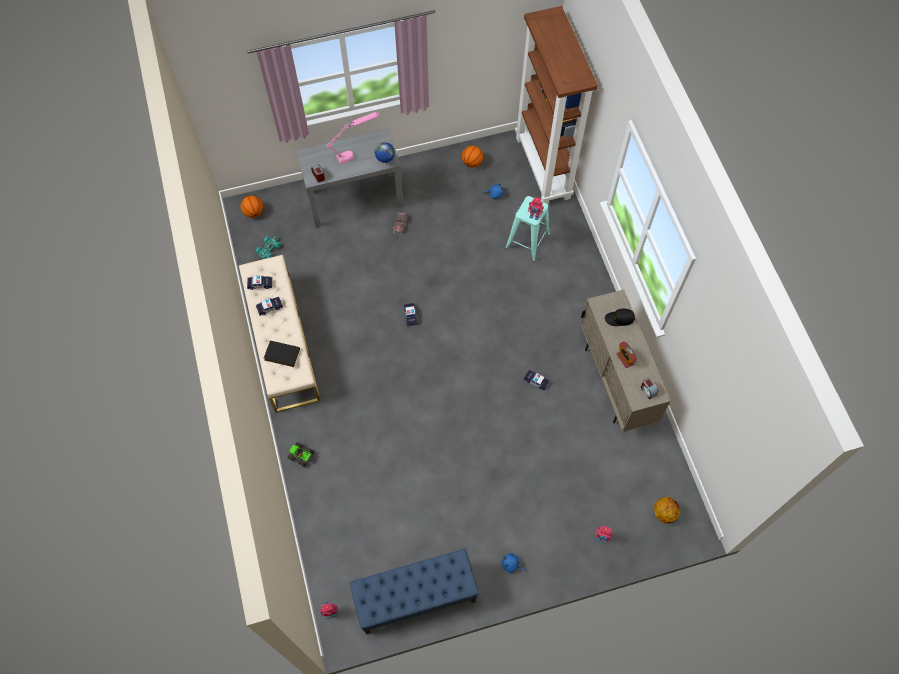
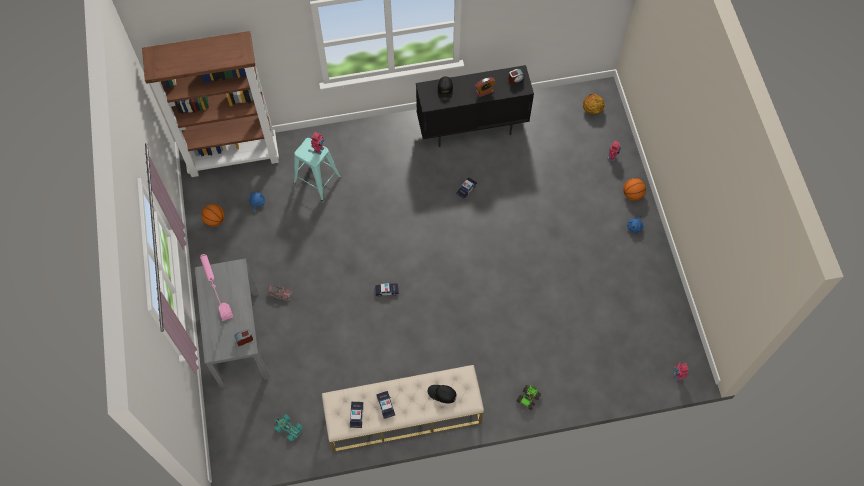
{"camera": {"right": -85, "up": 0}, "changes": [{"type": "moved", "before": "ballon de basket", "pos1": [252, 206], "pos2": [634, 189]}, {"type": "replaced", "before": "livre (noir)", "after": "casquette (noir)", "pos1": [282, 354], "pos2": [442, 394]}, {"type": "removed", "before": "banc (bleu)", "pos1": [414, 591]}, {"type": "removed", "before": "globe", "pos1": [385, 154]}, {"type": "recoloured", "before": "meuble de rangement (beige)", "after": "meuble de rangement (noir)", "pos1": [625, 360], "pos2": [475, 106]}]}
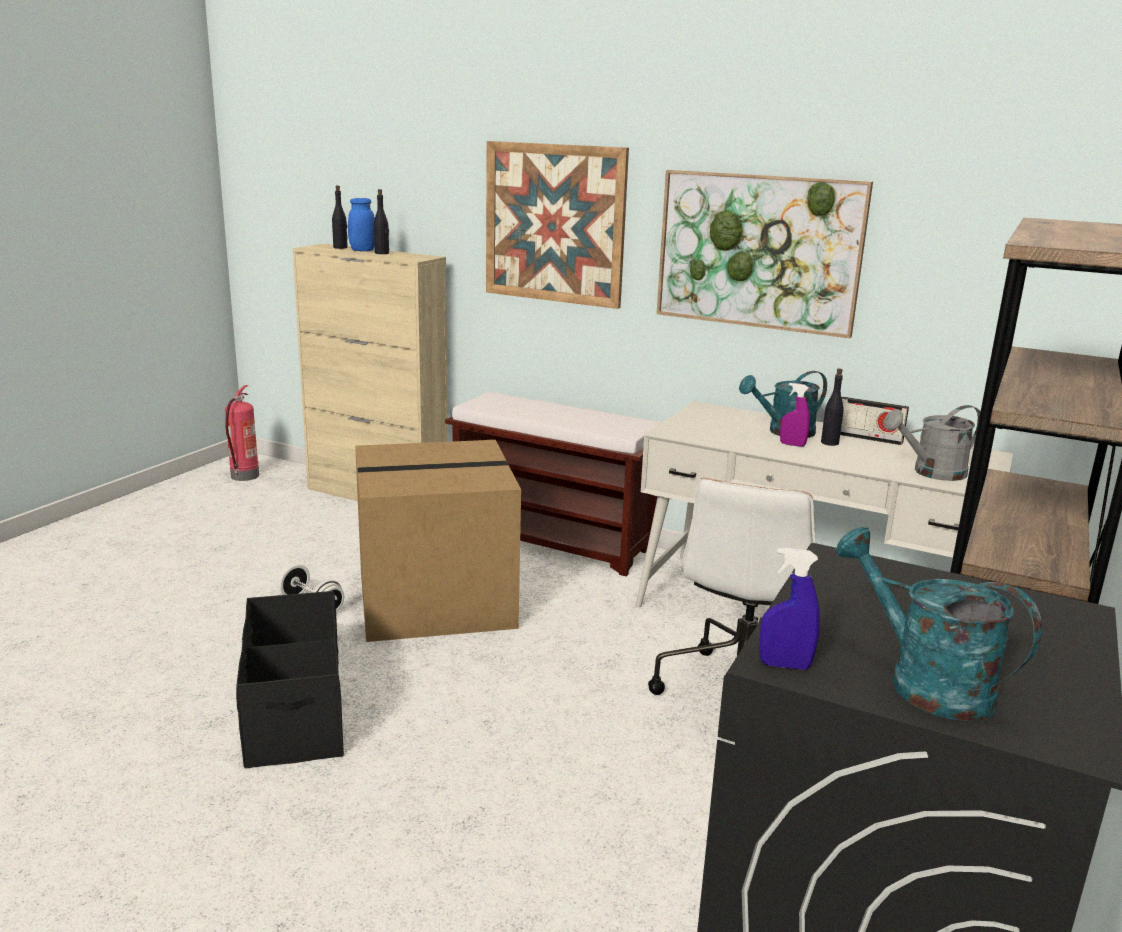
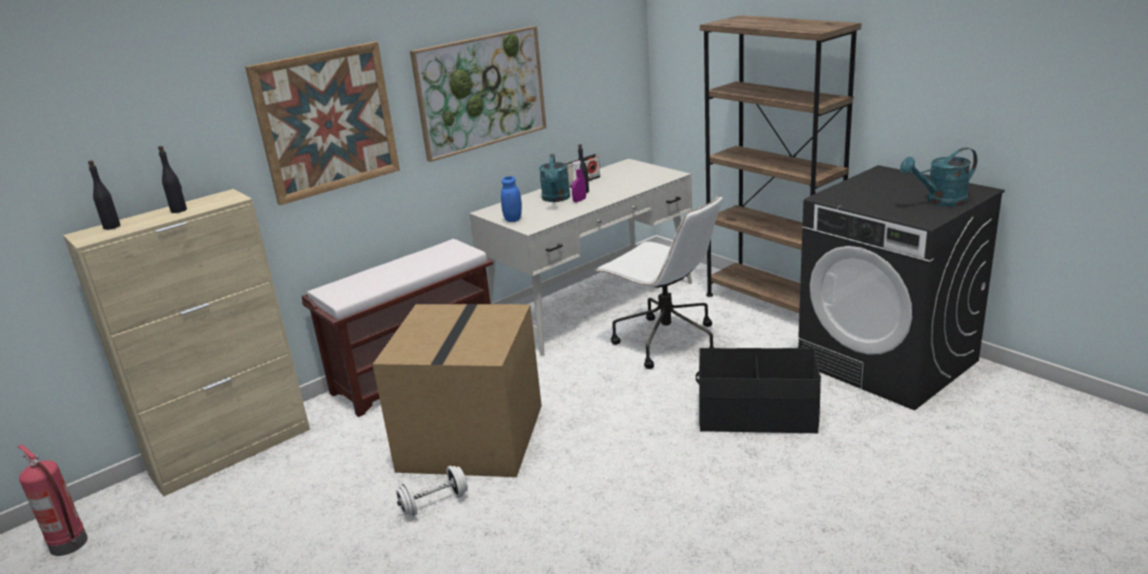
{"camera": {"right": -65, "up": 5}, "changes": [{"type": "moved", "before": "boîte de rangement (noir)", "pos1": [290, 679], "pos2": [758, 391]}, {"type": "moved", "before": "bocal (bleu)", "pos1": [361, 224], "pos2": [511, 199]}, {"type": "removed", "before": "vaporisateur (bleu)", "pos1": [789, 609]}, {"type": "removed", "before": "arrosoir (gris)", "pos1": [932, 443]}]}
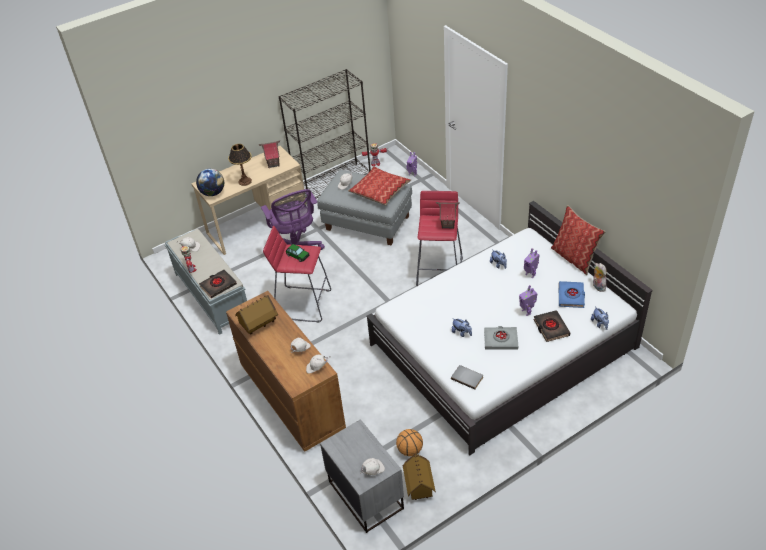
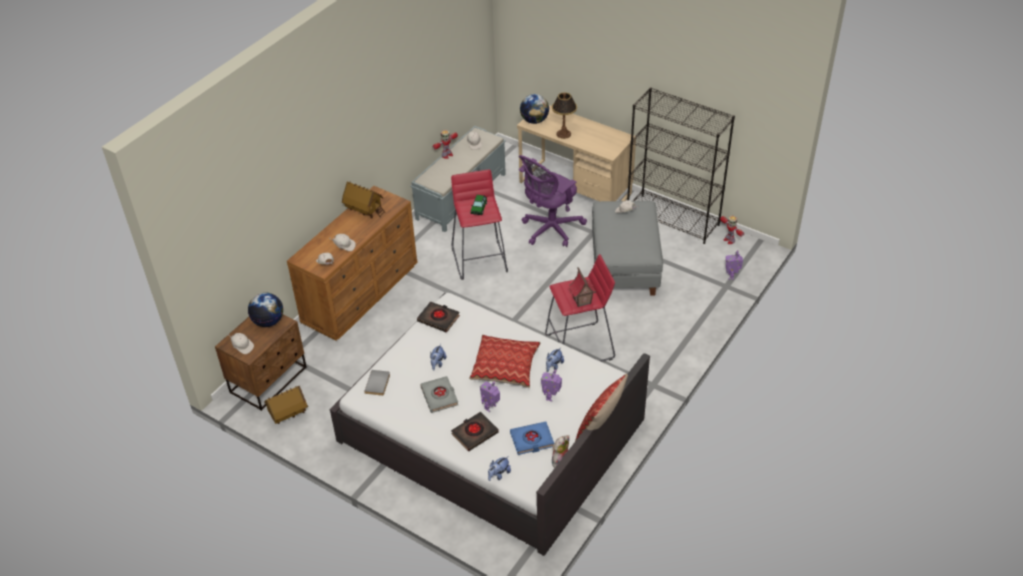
{"camera": {"right": 65, "up": 0}, "changes": [{"type": "moved", "before": "livre (noir)", "pos1": [218, 284], "pos2": [438, 317]}, {"type": "removed", "before": "maison miniature", "pos1": [269, 154]}, {"type": "recoloured", "before": "table de chevet (gris)", "after": "table de chevet (marron)", "pos1": [362, 476], "pos2": [260, 362]}, {"type": "moved", "before": "coussin", "pos1": [379, 186], "pos2": [504, 361]}, {"type": "removed", "before": "ballon de basket", "pos1": [409, 442]}, {"type": "added", "after": "globe", "pos2": [265, 310]}]}
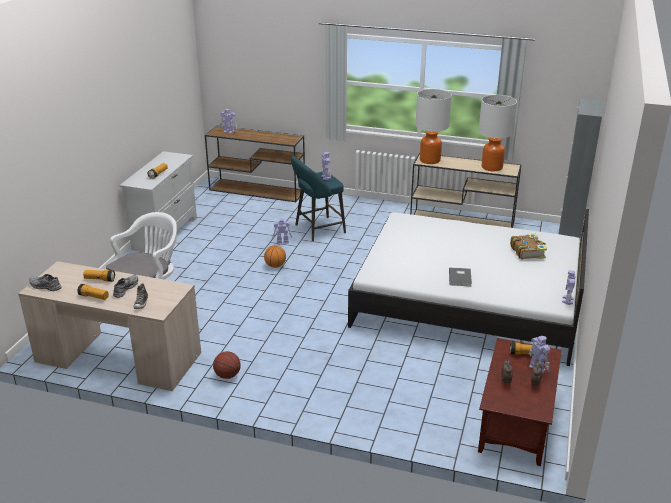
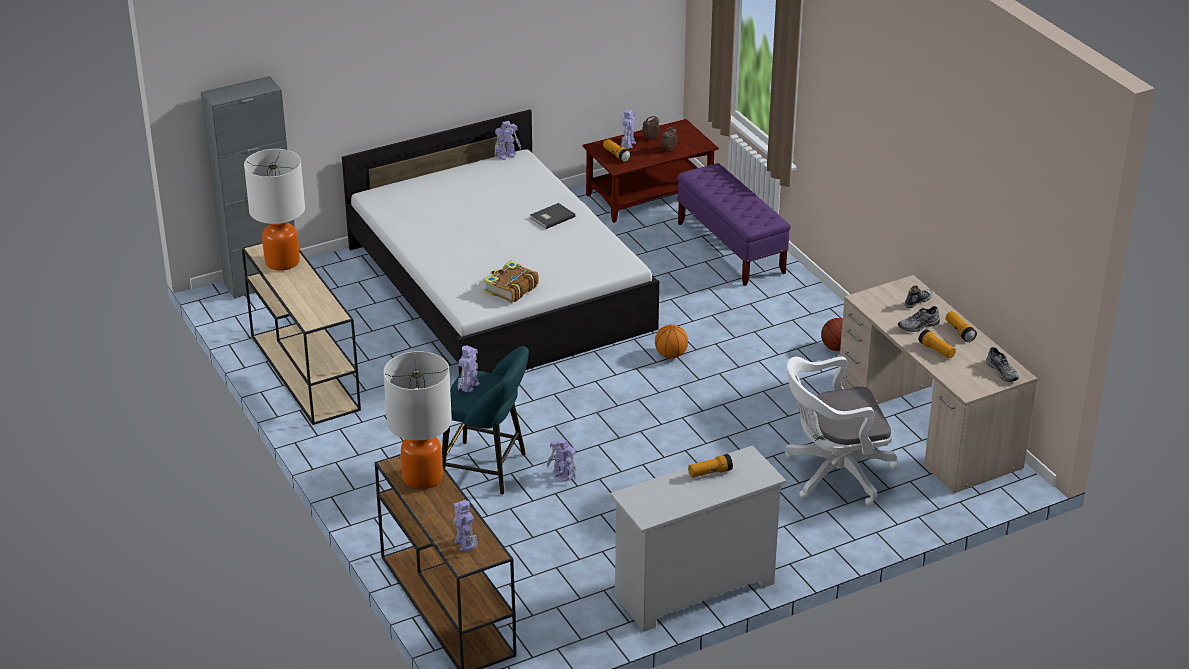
{"camera": {"right": -135, "up": 5}, "changes": [{"type": "moved", "before": "ballon de basket", "pos1": [275, 256], "pos2": [671, 341]}, {"type": "moved", "before": "lampe de table", "pos1": [433, 126], "pos2": [417, 420]}, {"type": "moved", "before": "livre", "pos1": [528, 246], "pos2": [511, 281]}, {"type": "added", "after": "banc (violet)", "pos2": [734, 224]}]}
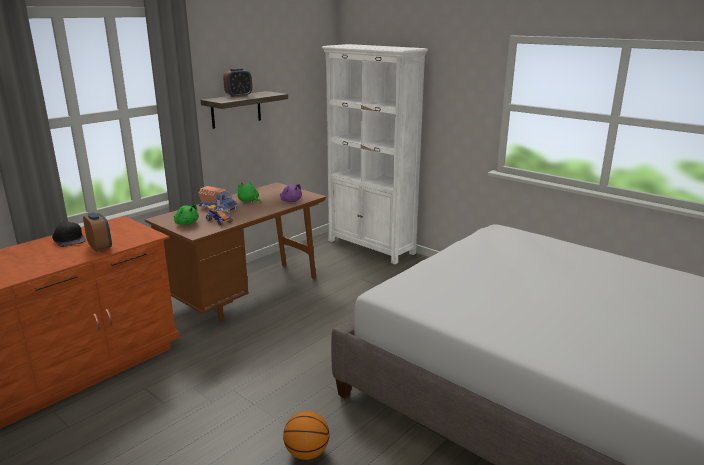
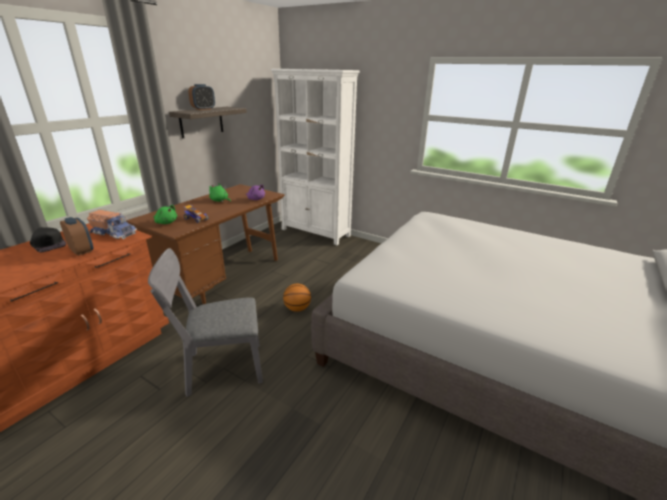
{"camera": {"right": -10, "up": 5}, "changes": [{"type": "moved", "before": "camion jouet", "pos1": [218, 199], "pos2": [112, 224]}, {"type": "moved", "before": "ballon de basket", "pos1": [306, 435], "pos2": [297, 298]}, {"type": "added", "after": "chaise (gris)", "pos2": [205, 322]}]}
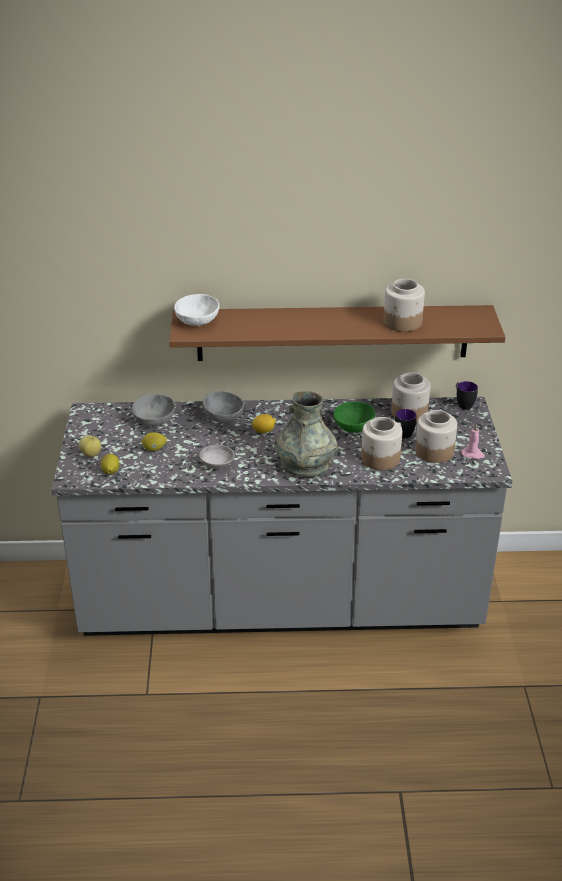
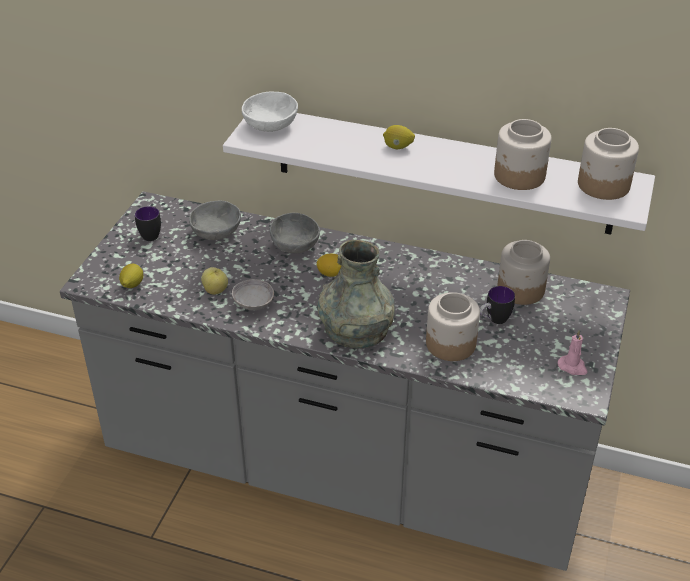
{"camera": {"right": 20, "up": 5}, "changes": [{"type": "moved", "before": "pomme", "pos1": [90, 446], "pos2": [214, 281]}, {"type": "moved", "before": "citron", "pos1": [154, 441], "pos2": [399, 137]}, {"type": "recoloured", "before": "étagère (marron)", "after": "étagère (blanc)", "pos1": [337, 333], "pos2": [439, 174]}, {"type": "removed", "before": "bol (vert)", "pos1": [354, 417]}, {"type": "moved", "before": "bocal", "pos1": [436, 436], "pos2": [608, 164]}, {"type": "moved", "before": "mug", "pos1": [467, 395], "pos2": [148, 223]}]}
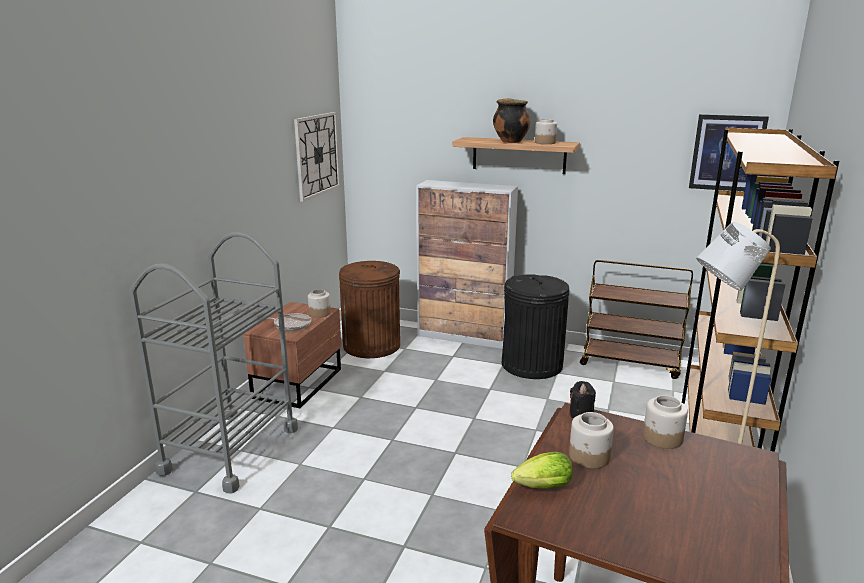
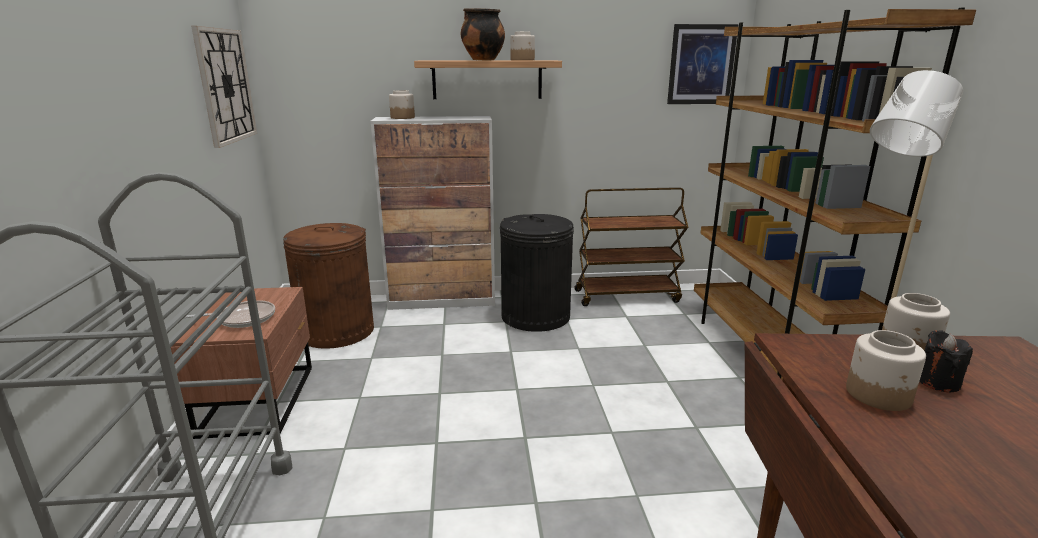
{"camera": {"right": -25, "up": 0}, "changes": [{"type": "moved", "before": "bocal", "pos1": [319, 303], "pos2": [402, 104]}, {"type": "removed", "before": "laitue", "pos1": [542, 470]}, {"type": "moved", "before": "bougie (noir)", "pos1": [582, 400], "pos2": [946, 361]}]}
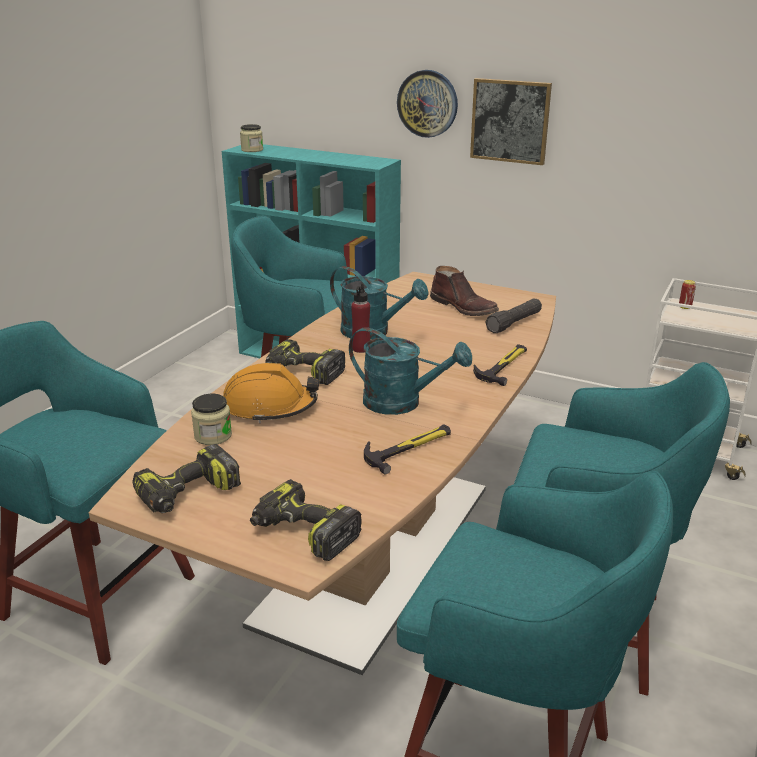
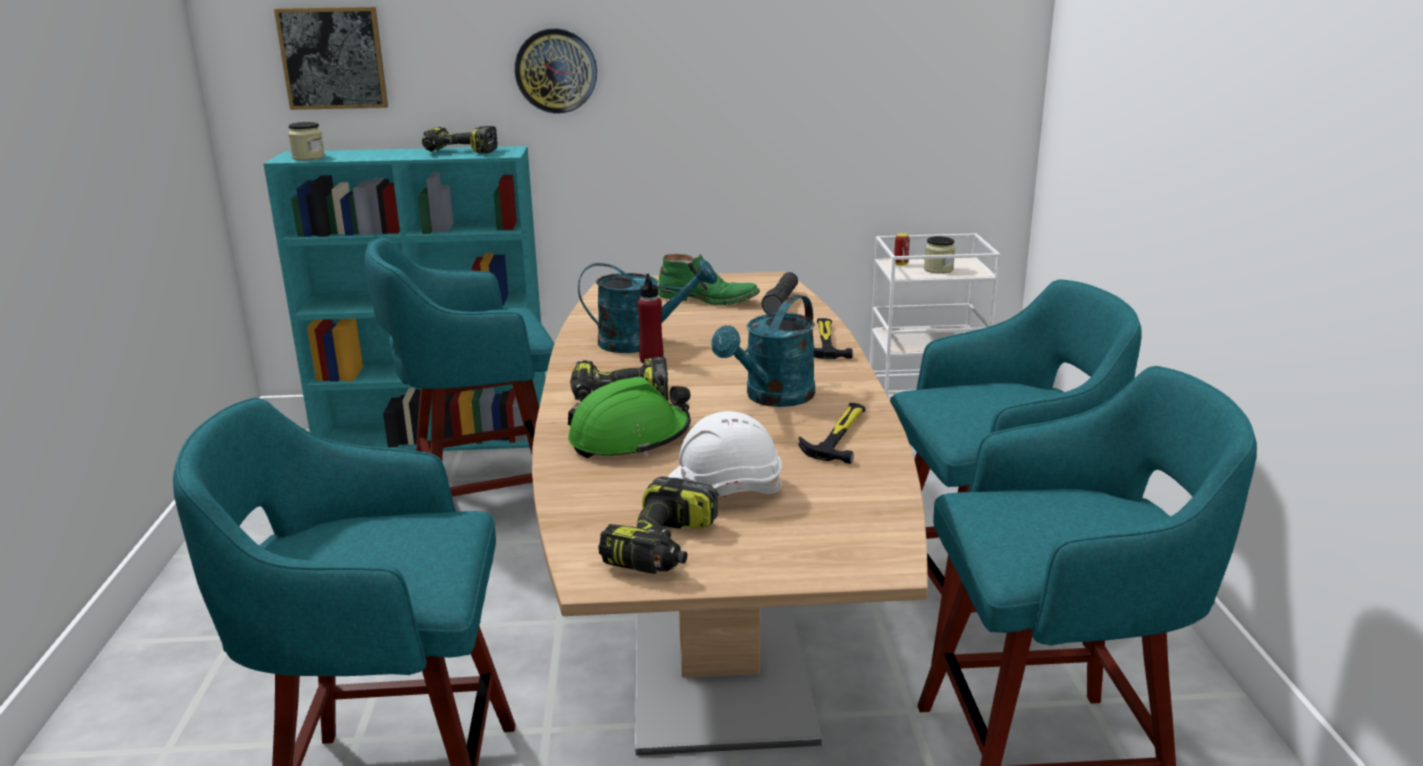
{"camera": {"right": -30, "up": -5}, "changes": [{"type": "moved", "before": "bocal", "pos1": [211, 419], "pos2": [939, 255]}, {"type": "recoloured", "before": "casque de chantier (orange)", "after": "casque de chantier (vert)", "pos1": [271, 393], "pos2": [629, 417]}, {"type": "moved", "before": "perceuse", "pos1": [305, 520], "pos2": [460, 140]}, {"type": "turned", "before": "arrosoir (turquoise)", "pos1": [410, 371], "pos2": [763, 351], "turn": 135}, {"type": "recoloured", "before": "botte (marron)", "after": "botte (vert)", "pos1": [464, 291], "pos2": [709, 279]}, {"type": "moved", "before": "tableau", "pos1": [511, 121], "pos2": [331, 58]}, {"type": "added", "after": "casque de chantier (blanc)", "pos2": [725, 454]}]}
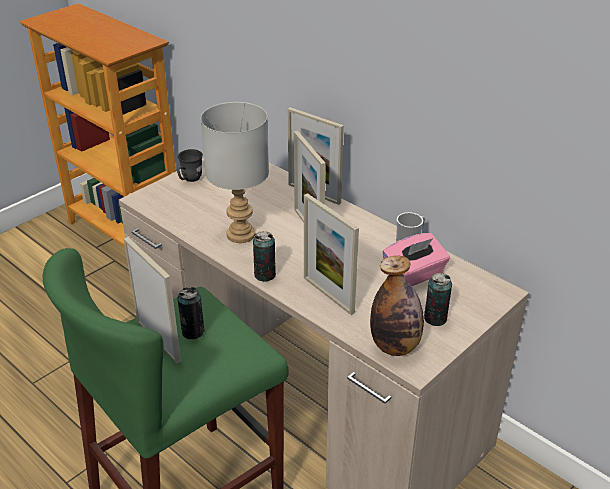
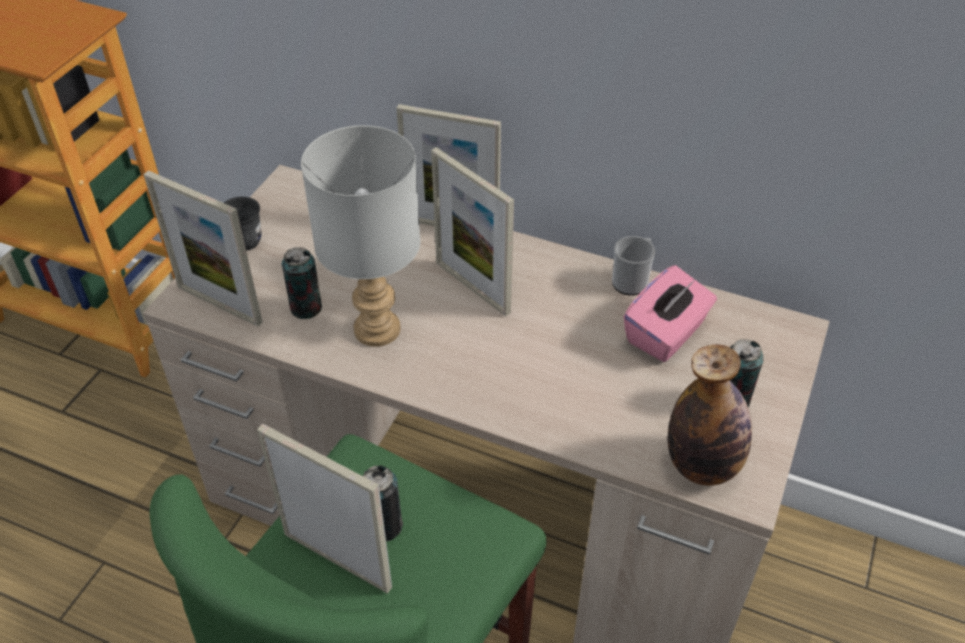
{"camera": {"right": -20, "up": 10}, "changes": [{"type": "moved", "before": "boîte métallique", "pos1": [264, 256], "pos2": [301, 283]}, {"type": "moved", "before": "cadre photo", "pos1": [331, 254], "pos2": [203, 248]}]}
